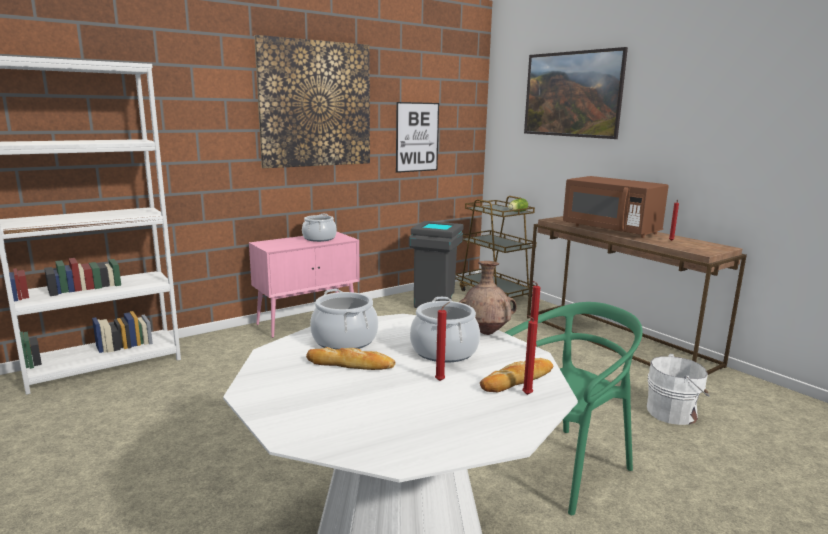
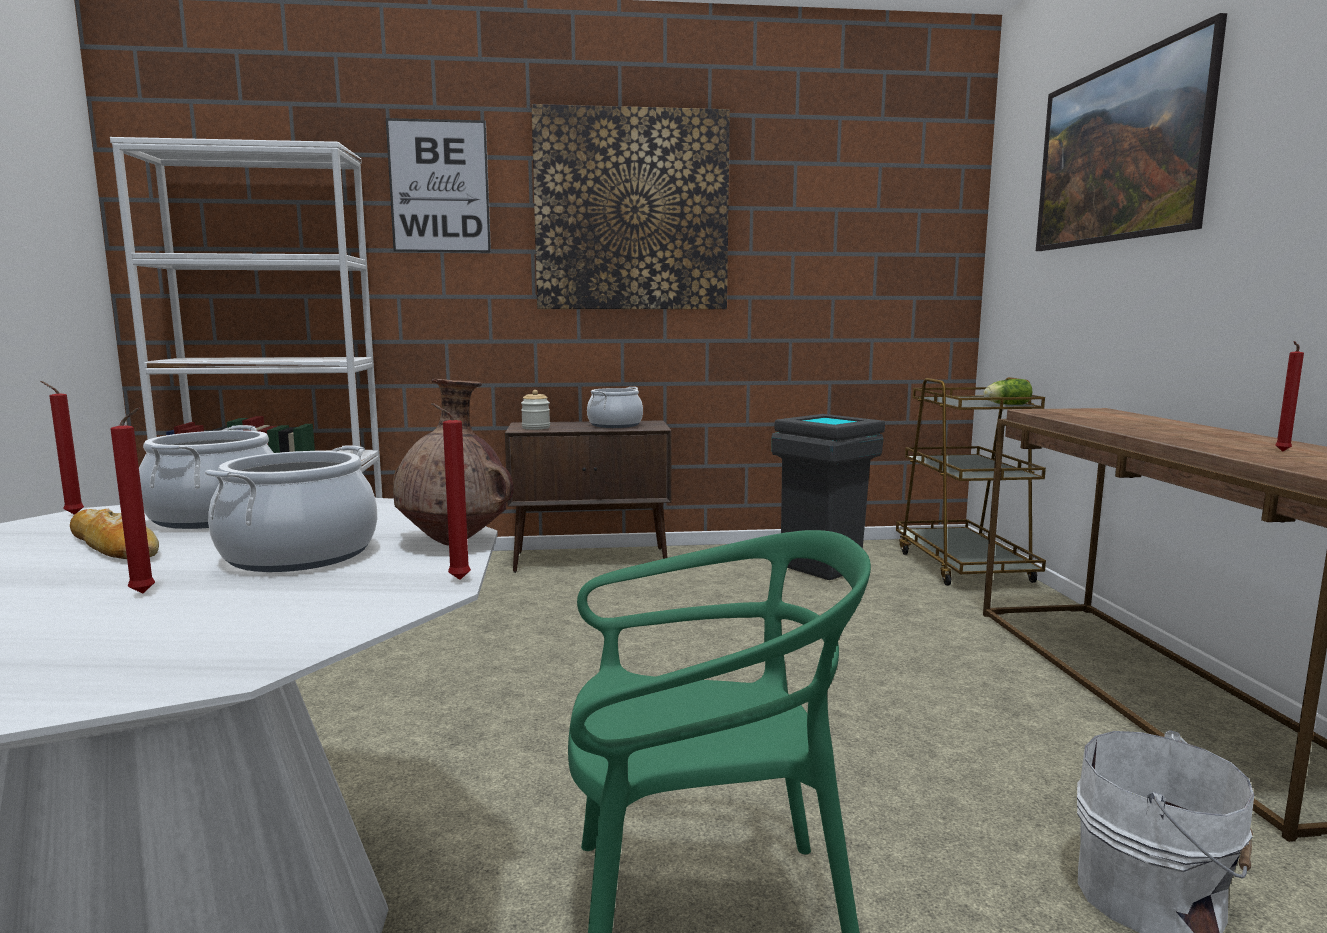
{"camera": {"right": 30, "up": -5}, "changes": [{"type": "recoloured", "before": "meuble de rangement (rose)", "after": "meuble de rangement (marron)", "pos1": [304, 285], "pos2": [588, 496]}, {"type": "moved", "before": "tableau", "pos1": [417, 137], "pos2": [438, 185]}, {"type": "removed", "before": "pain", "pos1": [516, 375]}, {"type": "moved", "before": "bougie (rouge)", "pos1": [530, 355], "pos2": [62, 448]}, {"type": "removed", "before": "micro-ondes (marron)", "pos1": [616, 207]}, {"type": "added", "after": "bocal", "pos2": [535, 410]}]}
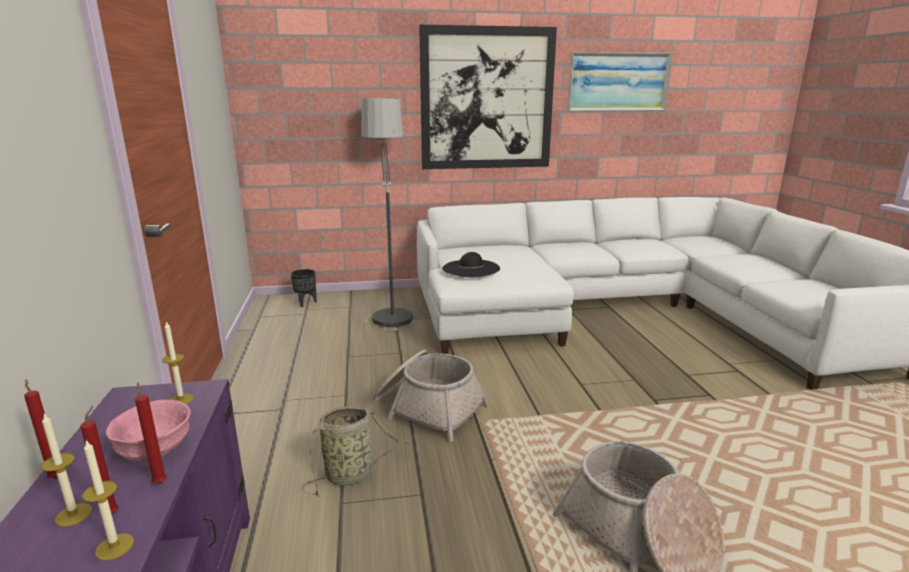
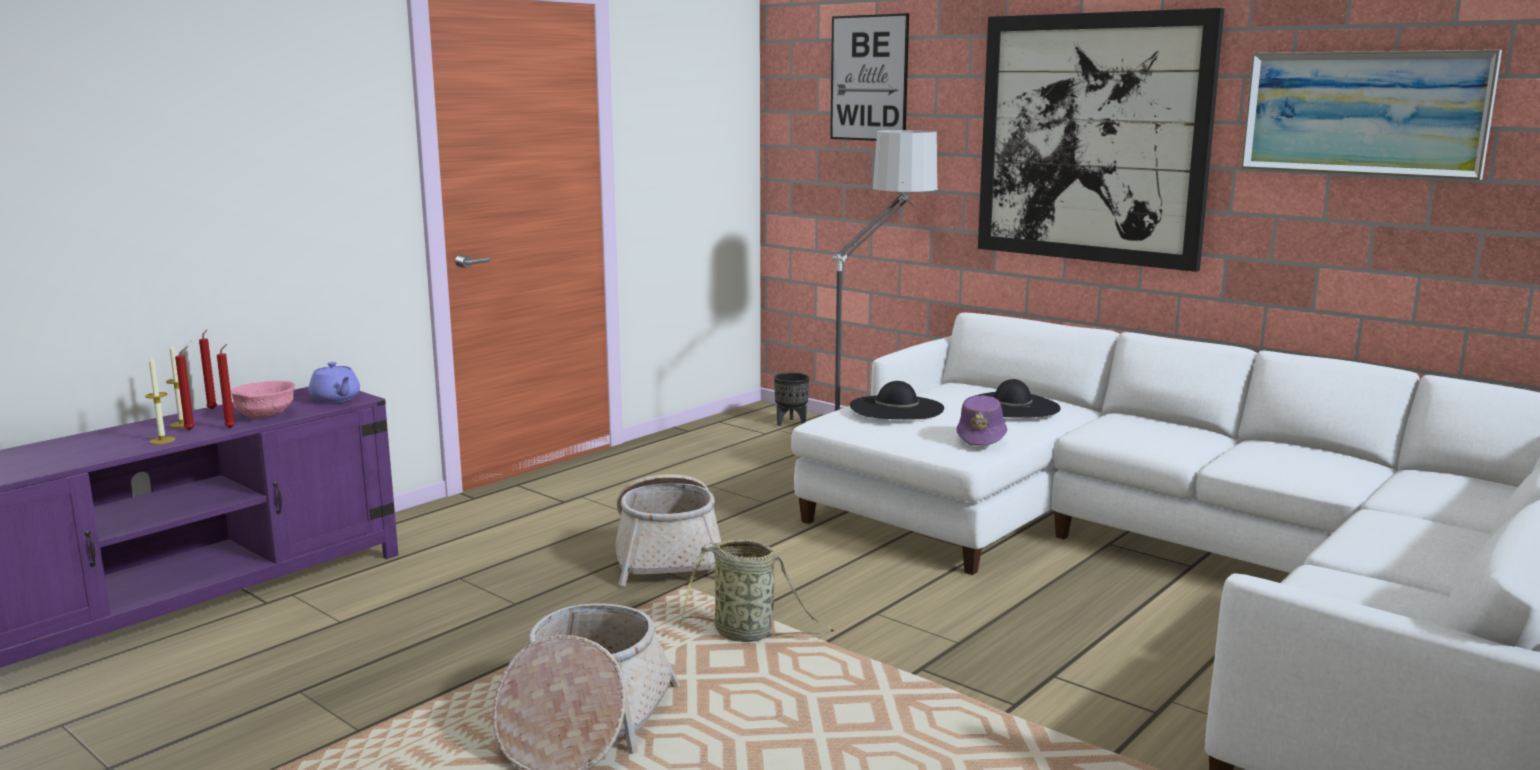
{"camera": {"right": 50, "up": -5}, "changes": [{"type": "replaced", "before": "bougie", "after": "théière (violet)", "pos1": [178, 363], "pos2": [334, 382]}, {"type": "moved", "before": "panier", "pos1": [355, 451], "pos2": [757, 590]}, {"type": "added", "after": "tableau", "pos2": [869, 77]}, {"type": "added", "after": "chapeau (violet)", "pos2": [982, 420]}, {"type": "added", "after": "chapeau (noir)", "pos2": [1014, 398]}]}
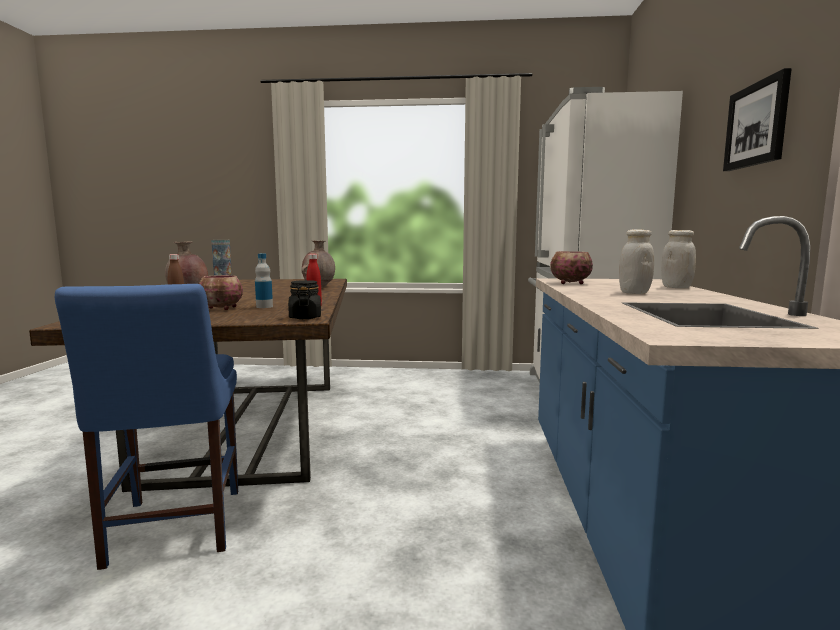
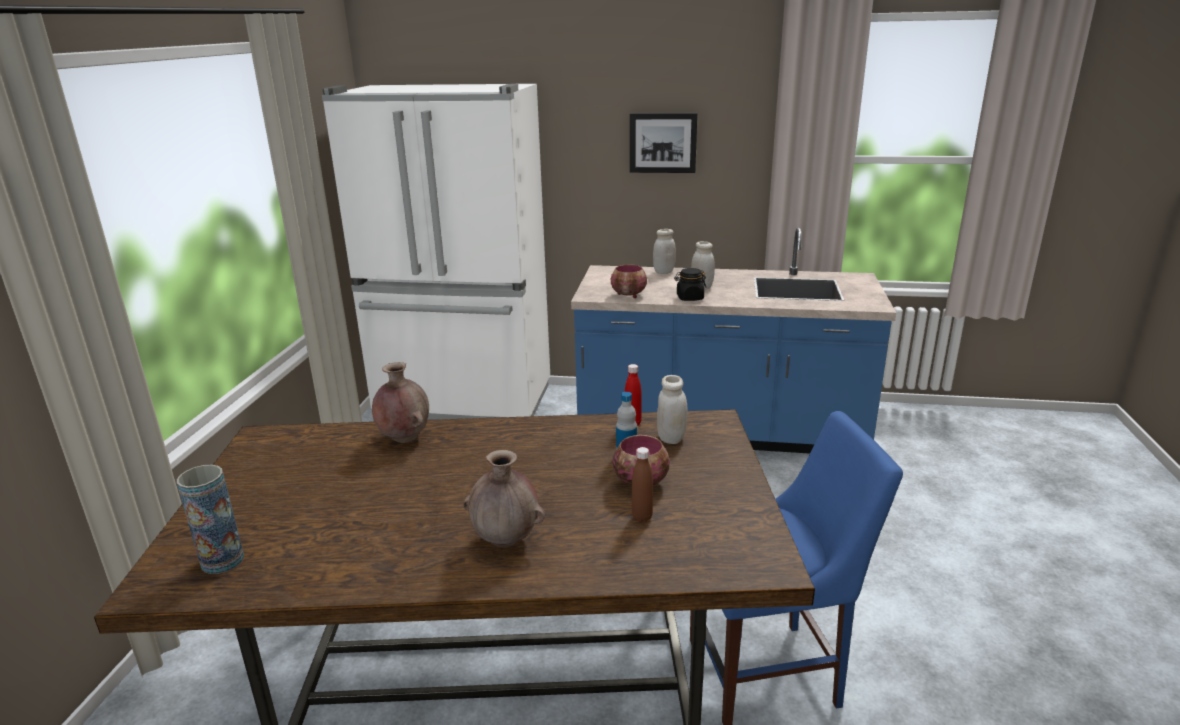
{"camera": {"right": -85, "up": 15}, "changes": [{"type": "moved", "before": "bocal (noir)", "pos1": [304, 299], "pos2": [690, 284]}, {"type": "added", "after": "bocal (blanc)", "pos2": [672, 409]}]}
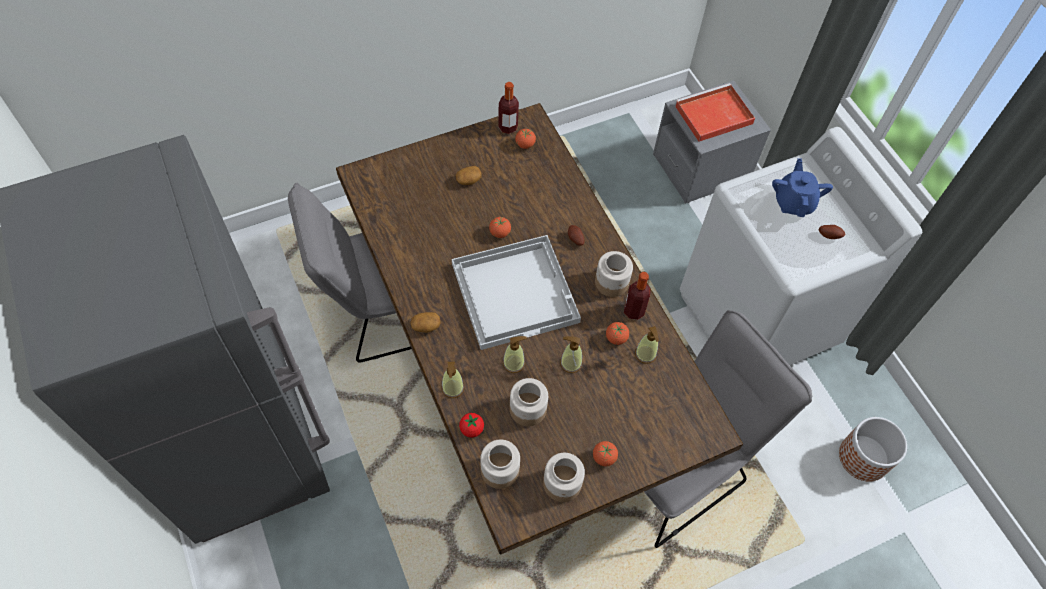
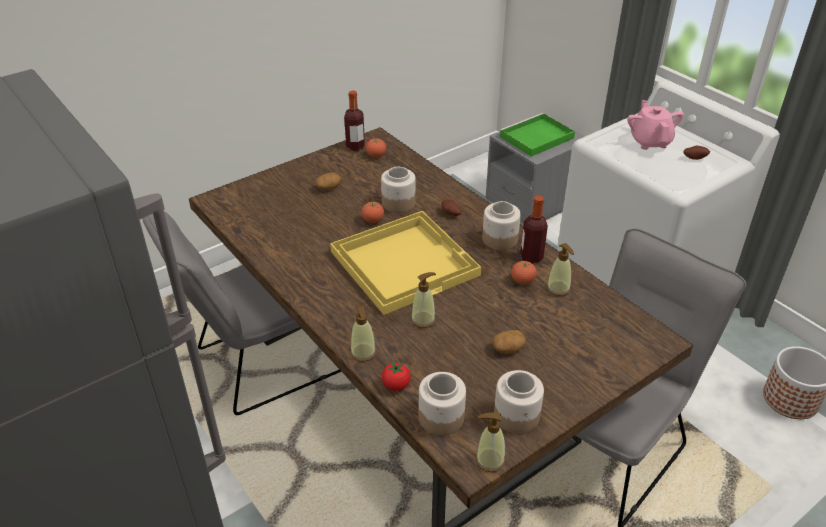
{"camera": {"right": -10, "up": -20}, "changes": [{"type": "moved", "before": "pomme de terre", "pos1": [425, 322], "pos2": [509, 341]}, {"type": "recoloured", "before": "plateau (blanc)", "after": "plateau (jaune)", "pos1": [516, 292], "pos2": [405, 263]}, {"type": "moved", "before": "bocal", "pos1": [529, 402], "pos2": [398, 190]}, {"type": "moved", "before": "distributeur de savon", "pos1": [571, 354], "pos2": [490, 442]}, {"type": "removed", "before": "tomate", "pos1": [605, 453]}, {"type": "recoloured", "before": "plateau (rouge)", "after": "plateau (vert)", "pos1": [715, 112], "pos2": [537, 135]}, {"type": "recoloured", "before": "théière (bleu)", "after": "théière (rose)", "pos1": [802, 187], "pos2": [655, 125]}]}
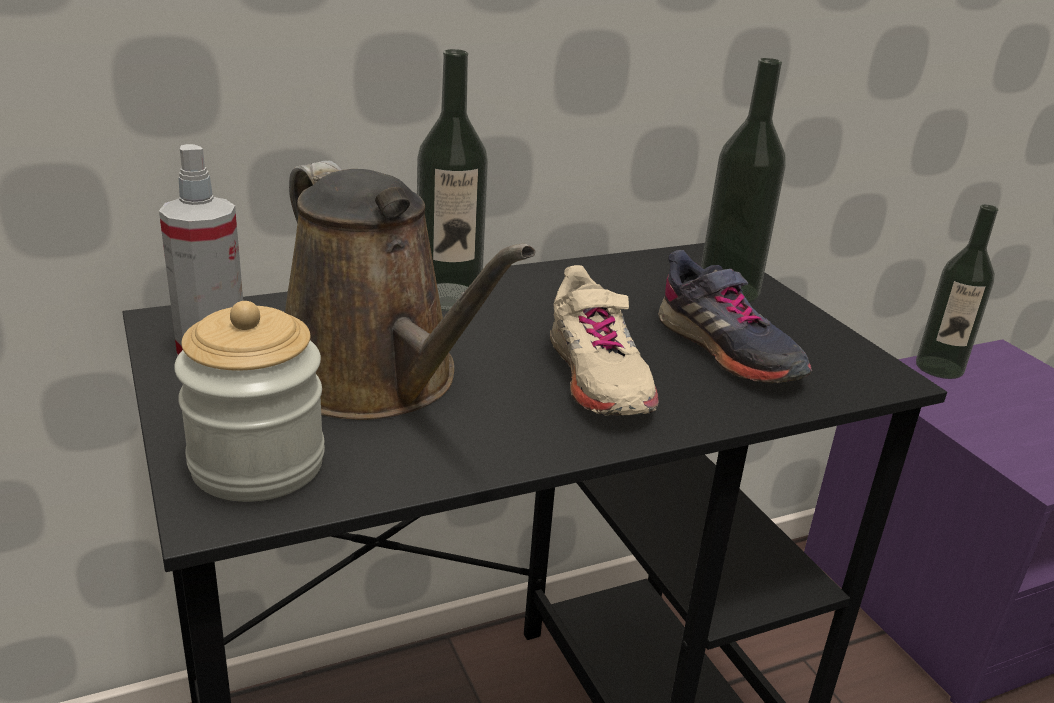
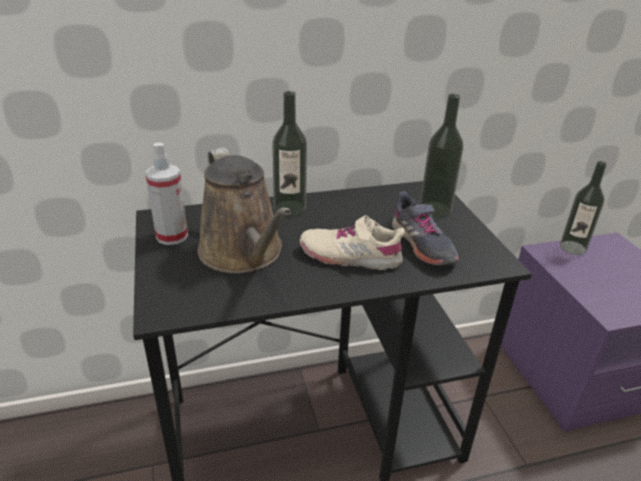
{"camera": {"right": 10, "up": 5}, "changes": [{"type": "removed", "before": "bocal", "pos1": [249, 401]}, {"type": "turned", "before": "chaussure (beige)", "pos1": [604, 340], "pos2": [352, 242], "turn": 105}]}
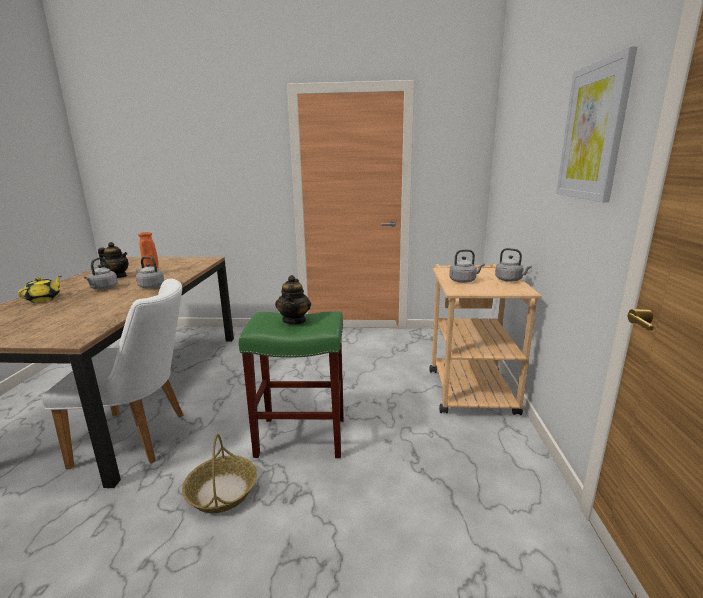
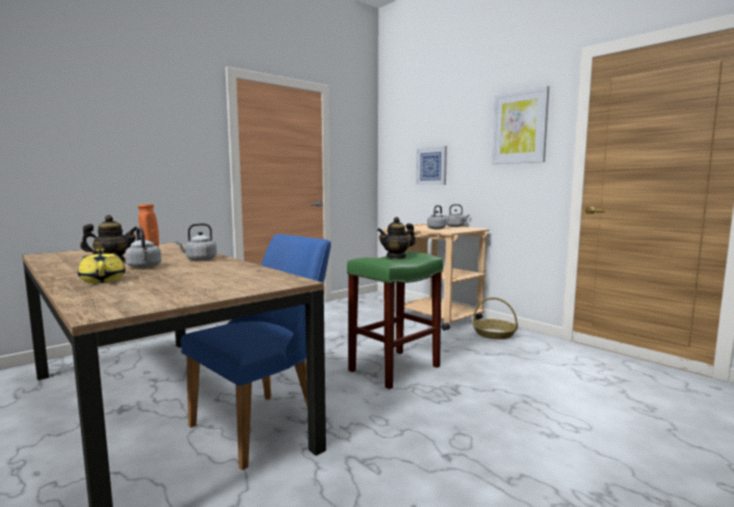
{"camera": {"right": -45, "up": -10}, "changes": [{"type": "recoloured", "before": "chaise (blanc)", "after": "chaise (bleu)", "pos1": [113, 373], "pos2": [256, 352]}, {"type": "moved", "before": "panier", "pos1": [219, 473], "pos2": [495, 318]}, {"type": "turned", "before": "théière", "pos1": [293, 300], "pos2": [396, 238], "turn": 105}, {"type": "added", "after": "tableau", "pos2": [431, 165]}]}
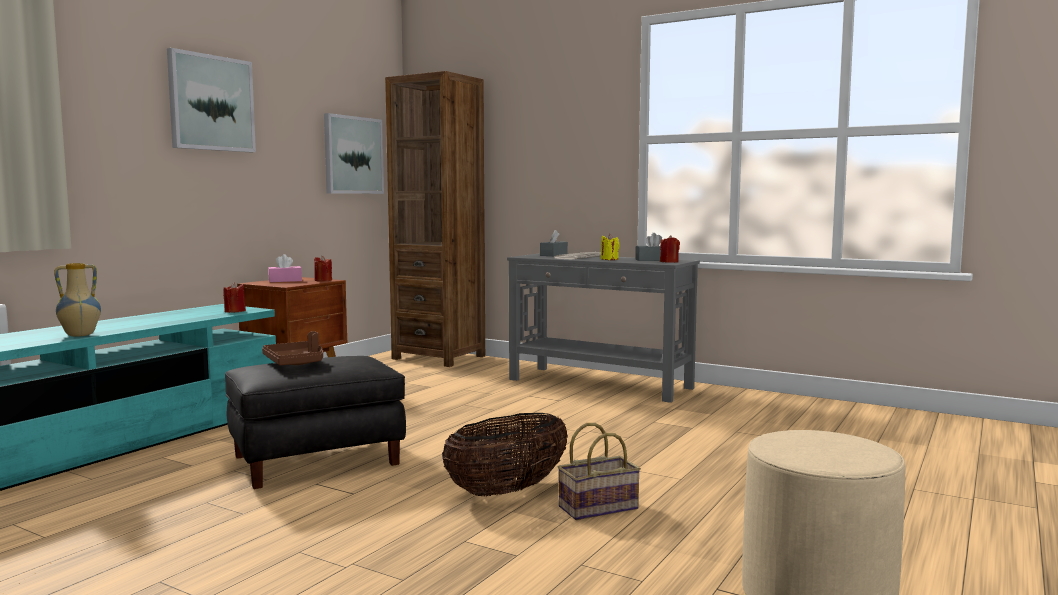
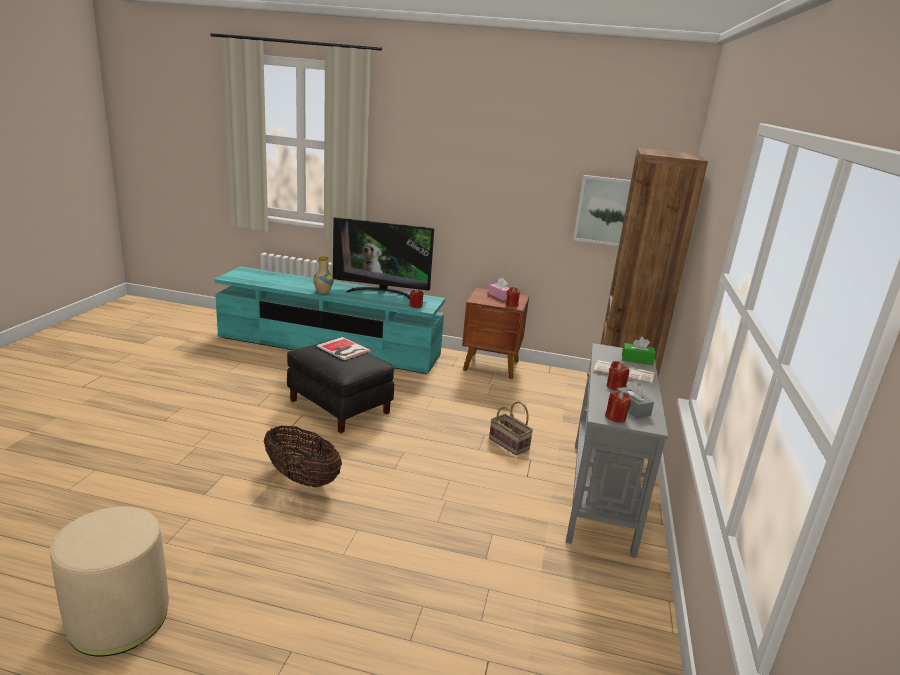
{"camera": {"right": 70, "up": 15}, "changes": [{"type": "removed", "before": "tableau", "pos1": [211, 100]}, {"type": "replaced", "before": "plateau (marron)", "after": "livre", "pos1": [292, 348], "pos2": [344, 348]}, {"type": "recoloured", "before": "boîte à mouchoirs (gris)", "after": "boîte à mouchoirs (vert)", "pos1": [554, 243], "pos2": [639, 351]}, {"type": "moved", "before": "panier", "pos1": [599, 471], "pos2": [511, 428]}, {"type": "recoloured", "before": "bougie (jaune)", "after": "bougie (rouge)", "pos1": [610, 247], "pos2": [618, 376]}, {"type": "added", "after": "téléviseur", "pos2": [383, 258]}]}
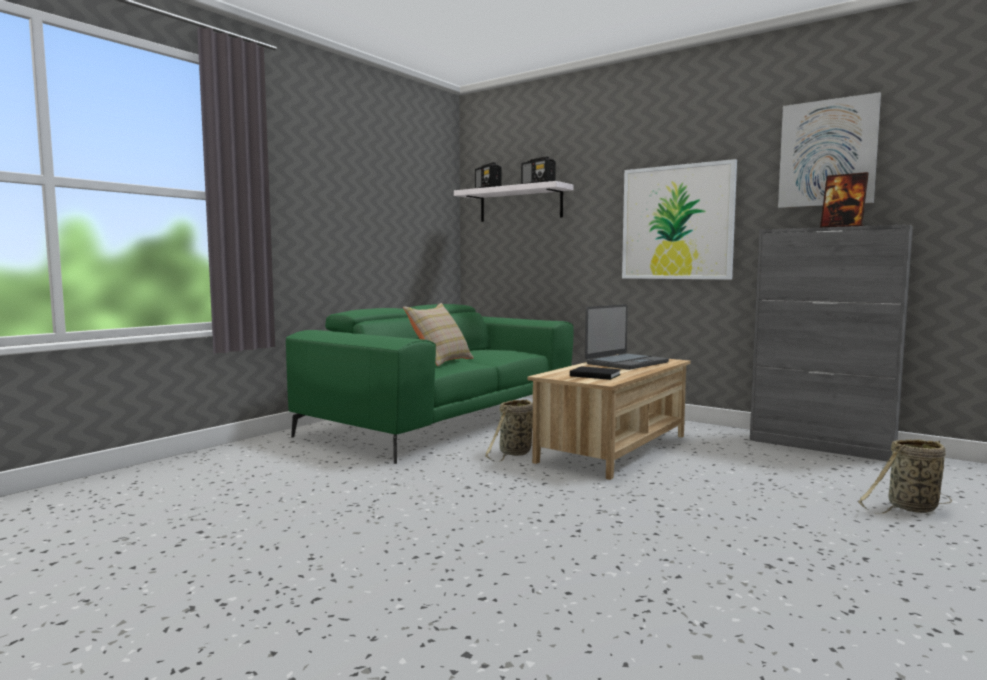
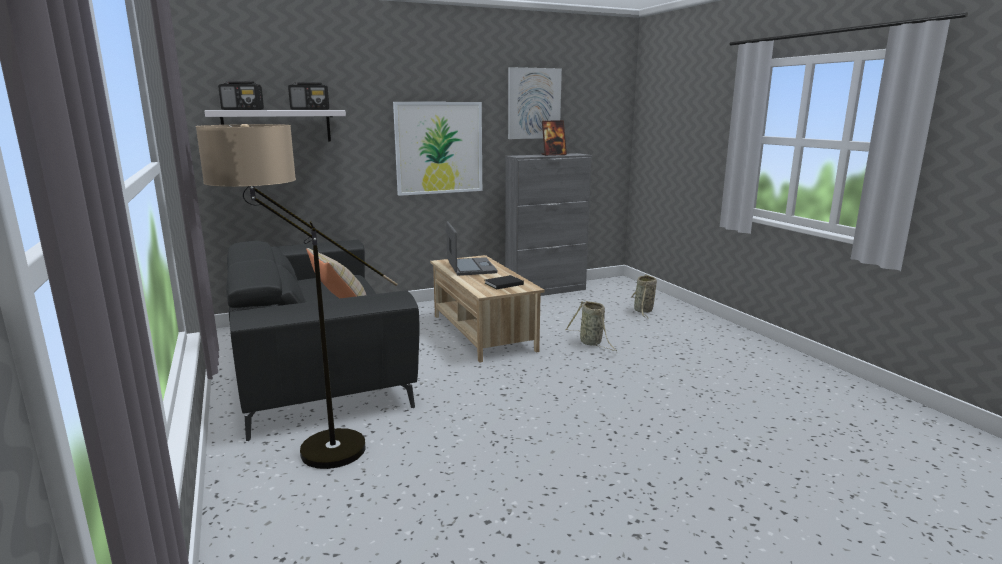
{"camera": {"right": -60, "up": 10}, "changes": [{"type": "recoloured", "before": "canapé (vert)", "after": "canapé (noir)", "pos1": [429, 384], "pos2": [323, 340]}, {"type": "moved", "before": "panier", "pos1": [509, 430], "pos2": [591, 326]}, {"type": "added", "after": "lampadaire", "pos2": [296, 296]}]}
